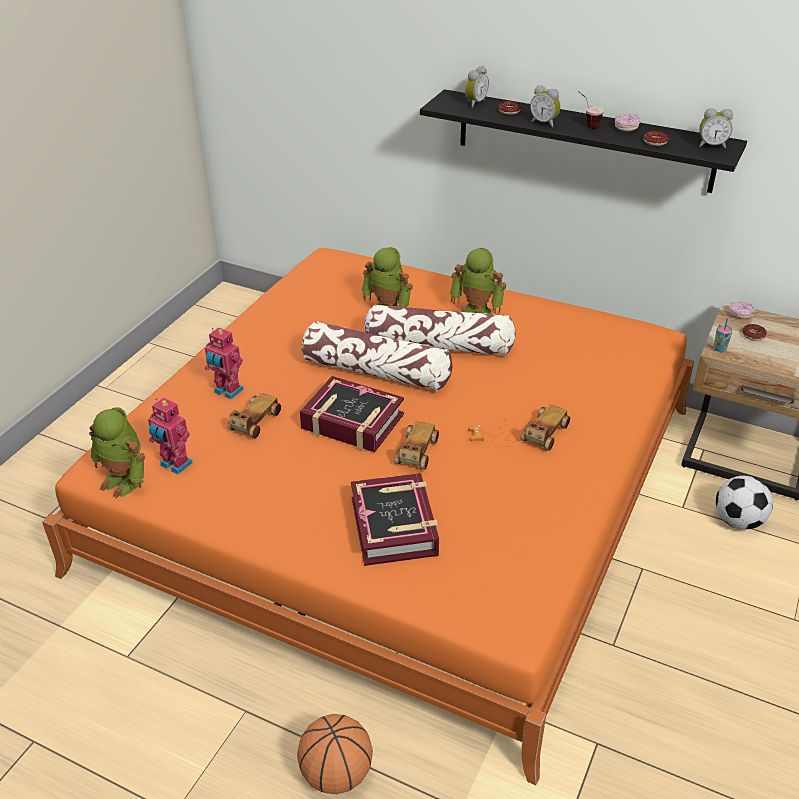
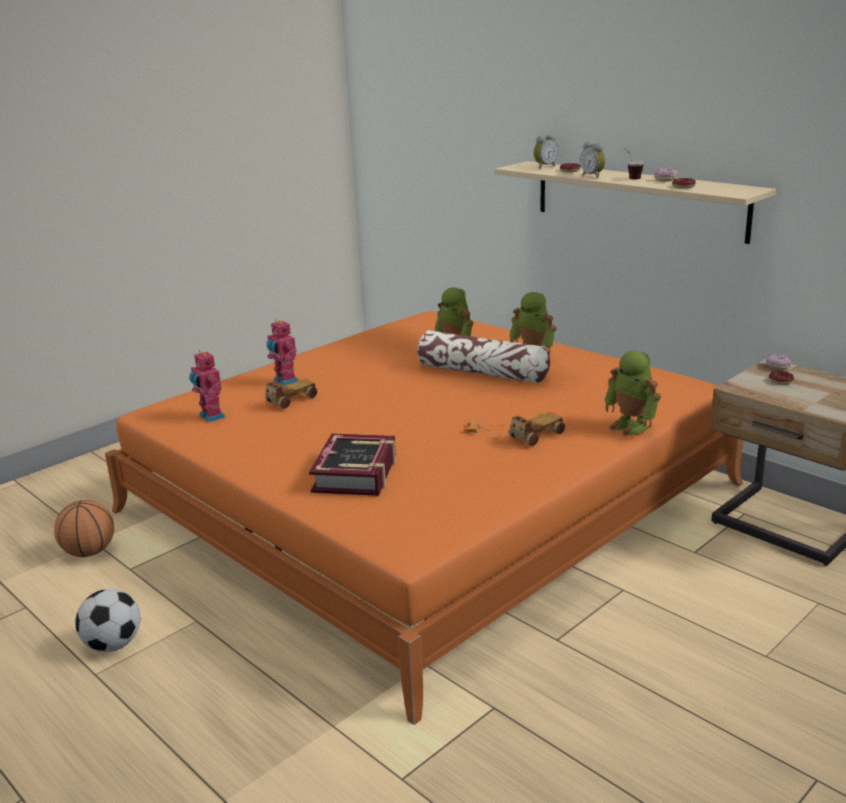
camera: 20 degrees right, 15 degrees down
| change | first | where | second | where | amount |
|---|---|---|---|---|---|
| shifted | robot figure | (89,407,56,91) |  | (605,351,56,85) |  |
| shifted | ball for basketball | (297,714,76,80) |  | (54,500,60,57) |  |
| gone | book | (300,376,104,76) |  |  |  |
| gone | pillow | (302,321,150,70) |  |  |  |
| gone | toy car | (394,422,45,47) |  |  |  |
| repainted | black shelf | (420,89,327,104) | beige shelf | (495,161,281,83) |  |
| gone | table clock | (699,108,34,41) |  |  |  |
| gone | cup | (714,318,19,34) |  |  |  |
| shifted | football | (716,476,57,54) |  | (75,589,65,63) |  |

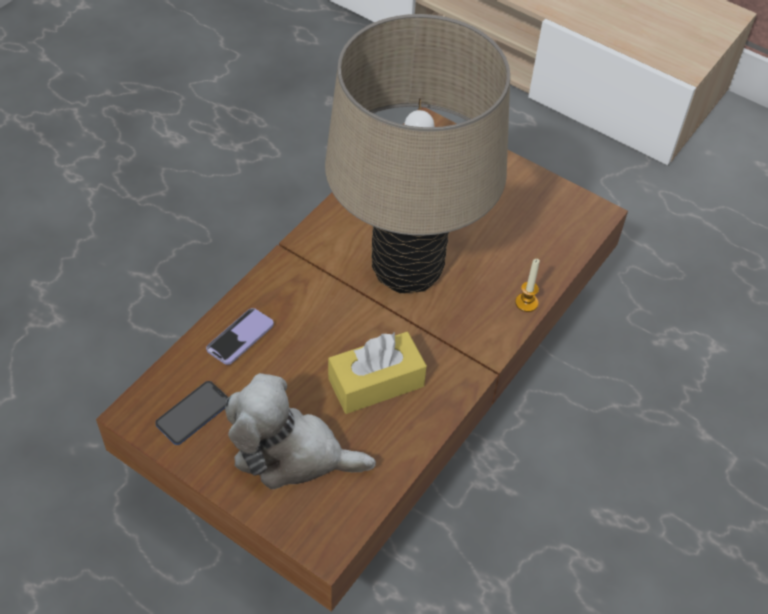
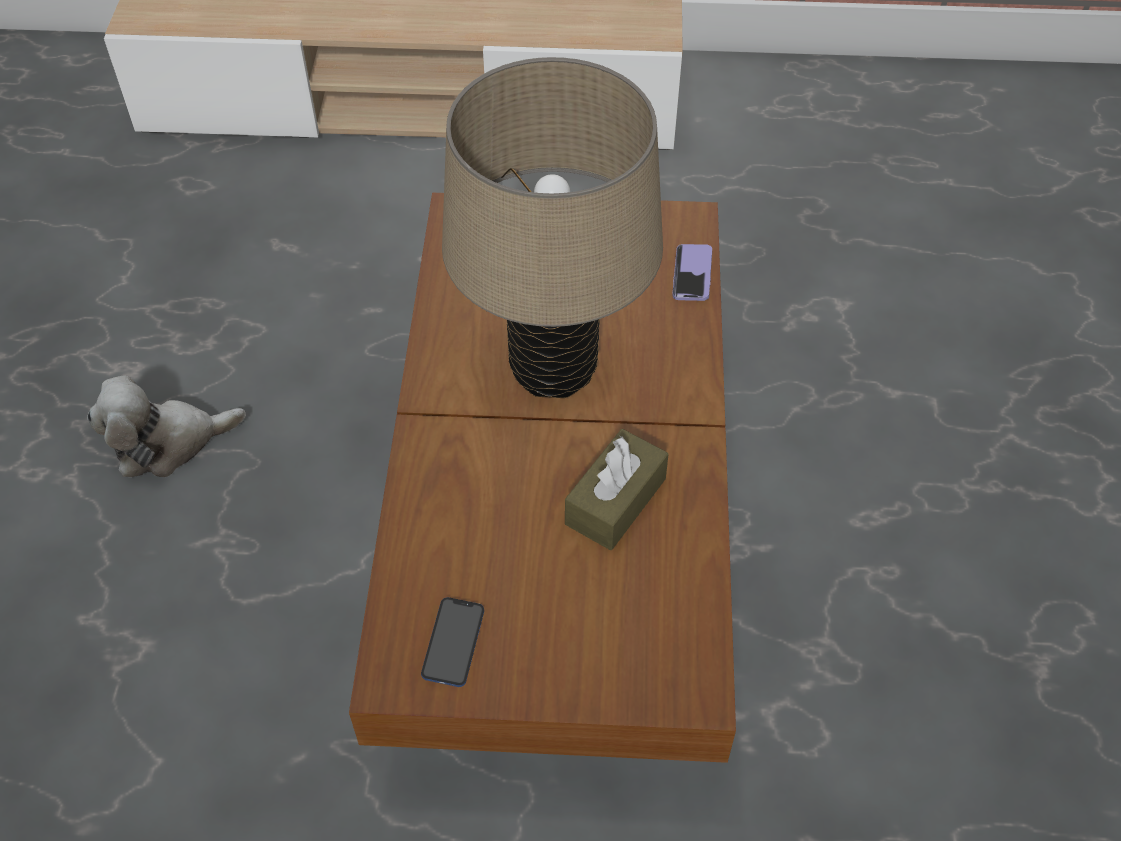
camera: 30 degrees left, 0 degrees up
| change | first | where | second | where | amount |
|---|---|---|---|---|---|
| shifted | telephone | (206,308,68,57) |  | (672,244,40,57) |  |
| shifted | cuddly toy | (225,373,151,116) |  | (87,376,159,101) |  |
| repainted | yellowish tissue box | (328,332,99,82) | brown tissue box | (565,429,104,121) |  |
| gone | wax light | (515,259,25,53) |  |  |  |

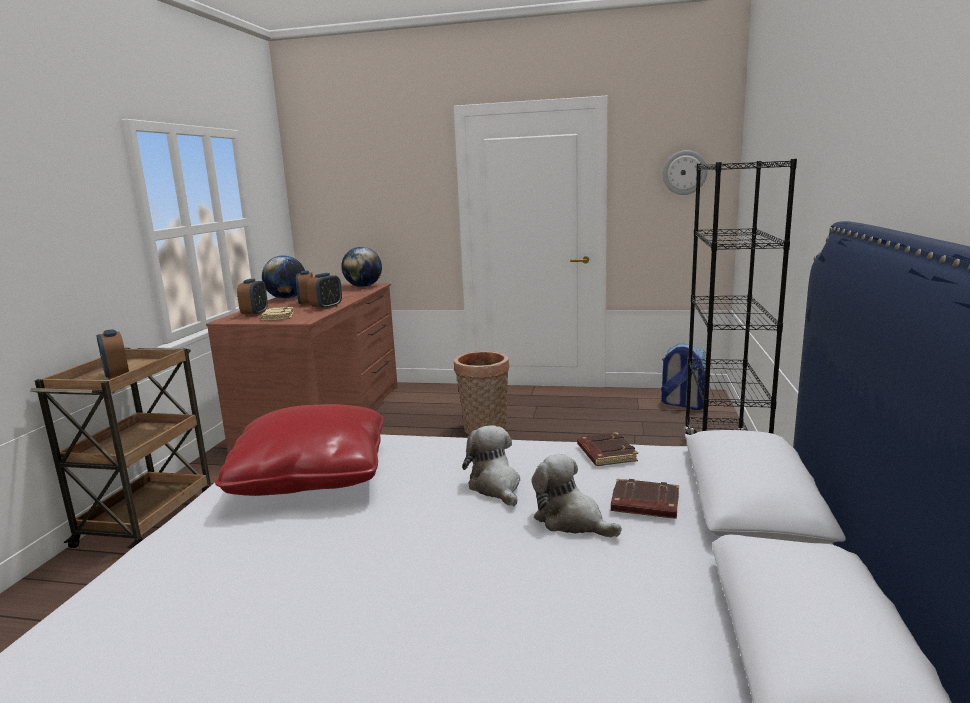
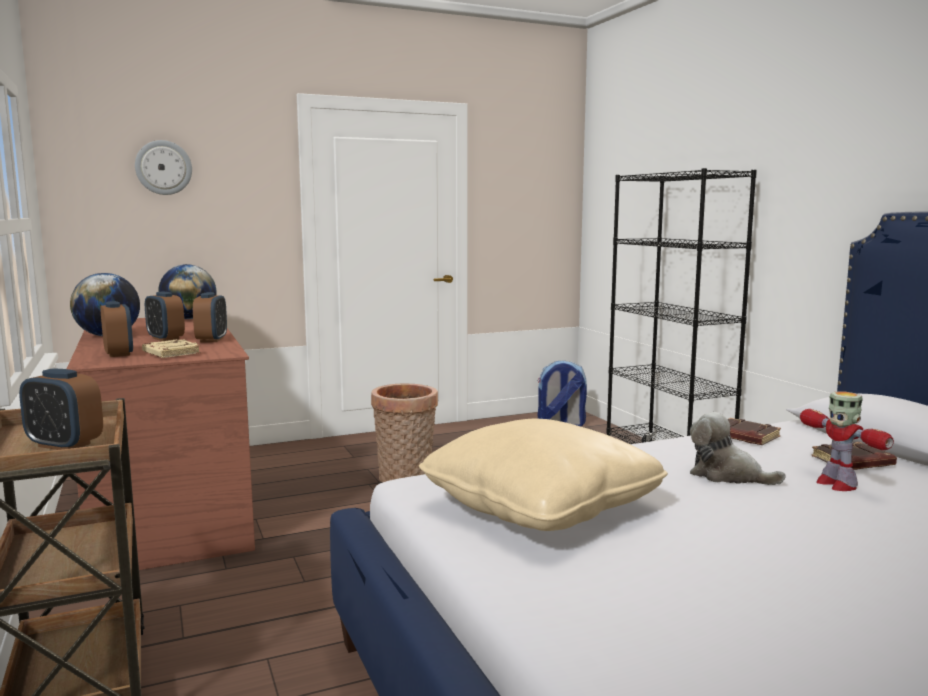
camera: 35 degrees left, 5 degrees down
| change | first | where | second | where | amount |
|---|---|---|---|---|---|
| repainted | red-coloured pillow | (215,404,169,92) | beige pillow | (419,418,249,113) |  |
| swapped | cuddly toy | (531,454,91,83) | robot figure | (800,392,94,99) |  |
| shifted | hanging clock | (663,150,45,45) |  | (135,140,57,55) |  |

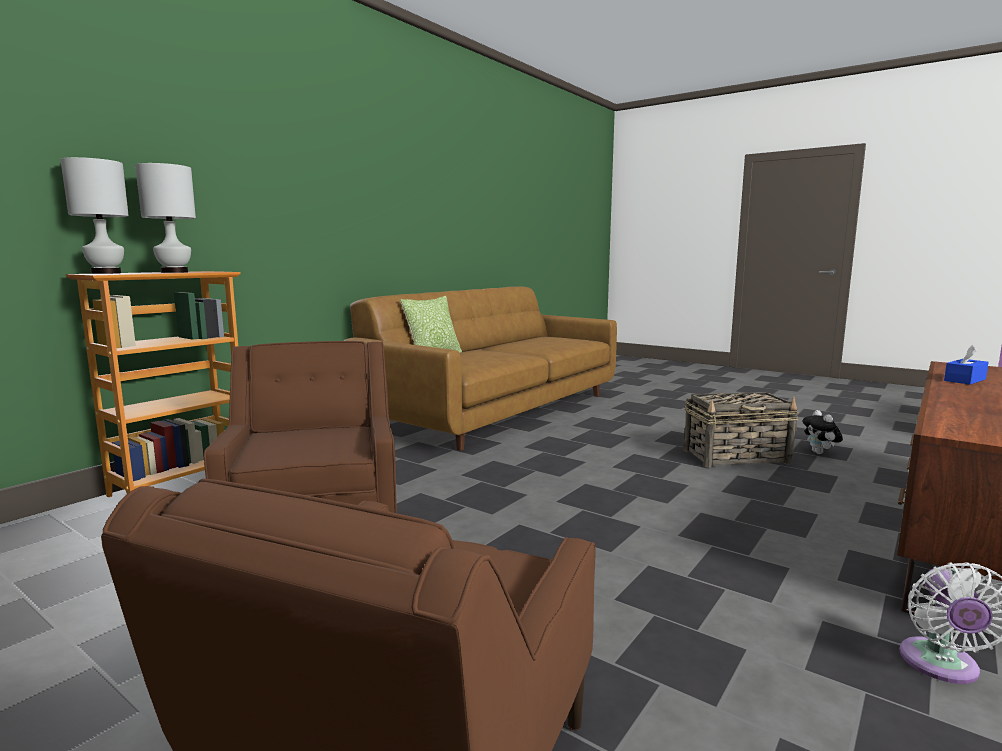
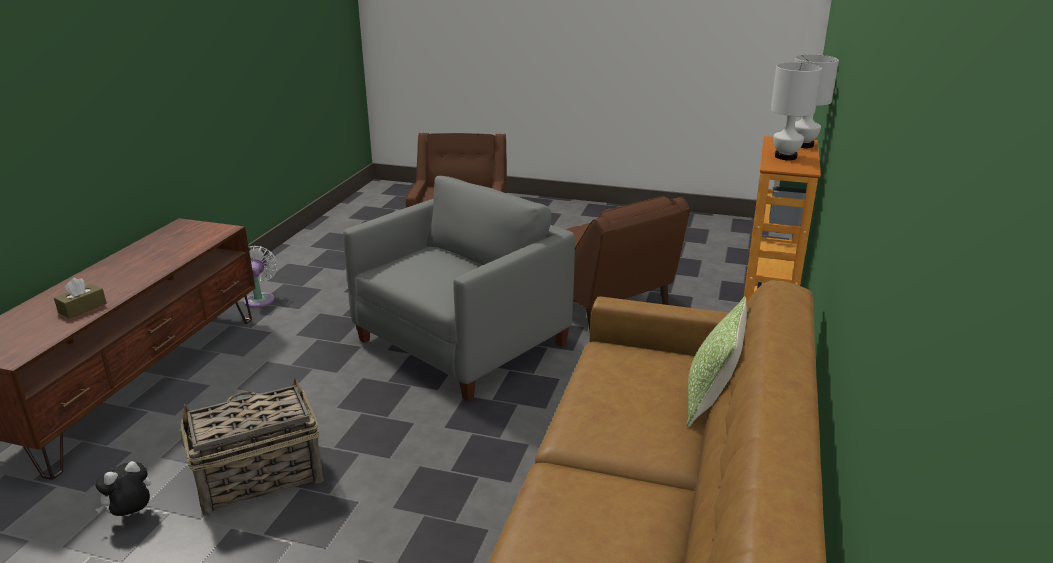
camera: 160 degrees right, 15 degrees up
| change | first | where | second | where | amount |
|---|---|---|---|---|---|
| rotated | cuddly toy | (802,410,41,44) |  | (95,461,56,55) | 105 degrees counterclockwise |
| repainted | blue-coloured tissue box | (944,345,45,39) | brown tissue box | (54,278,52,41) |  |
| new |  |  | grey armchair | (343,176,232,225) |  |

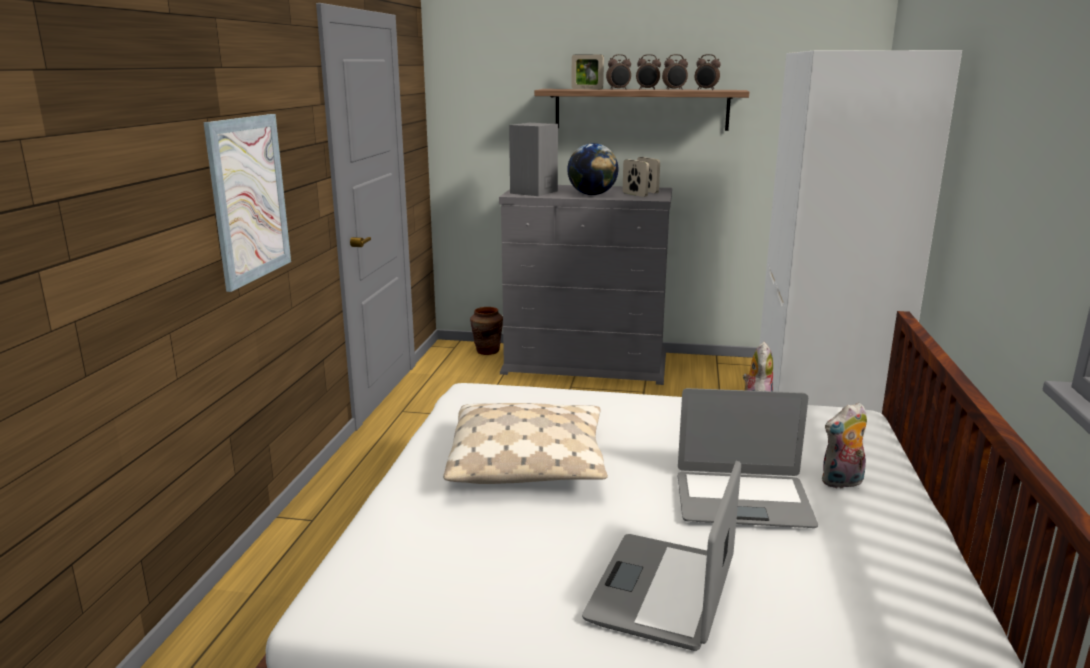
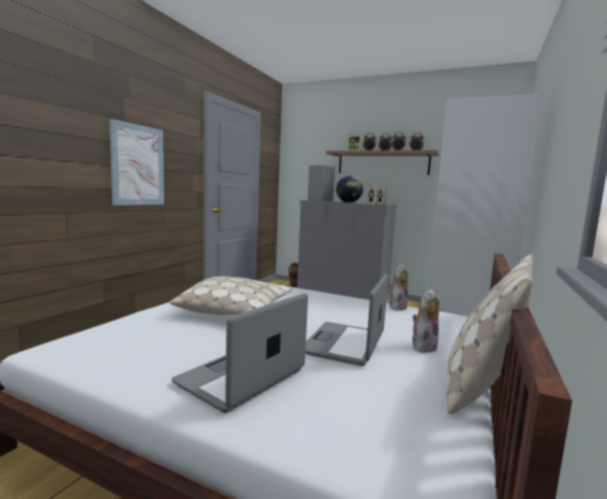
camera: 15 degrees right, 10 degrees down
| change | first | where | second | where | amount |
|---|---|---|---|---|---|
| rotated | notebook computer | (678,388,140,140) |  | (305,274,83,92) | 90 degrees clockwise |
| rotated | cuddly toy | (822,402,45,86) |  | (412,289,28,64) | 135 degrees clockwise |
| new |  |  | beige pillow | (447,254,86,160) |  |

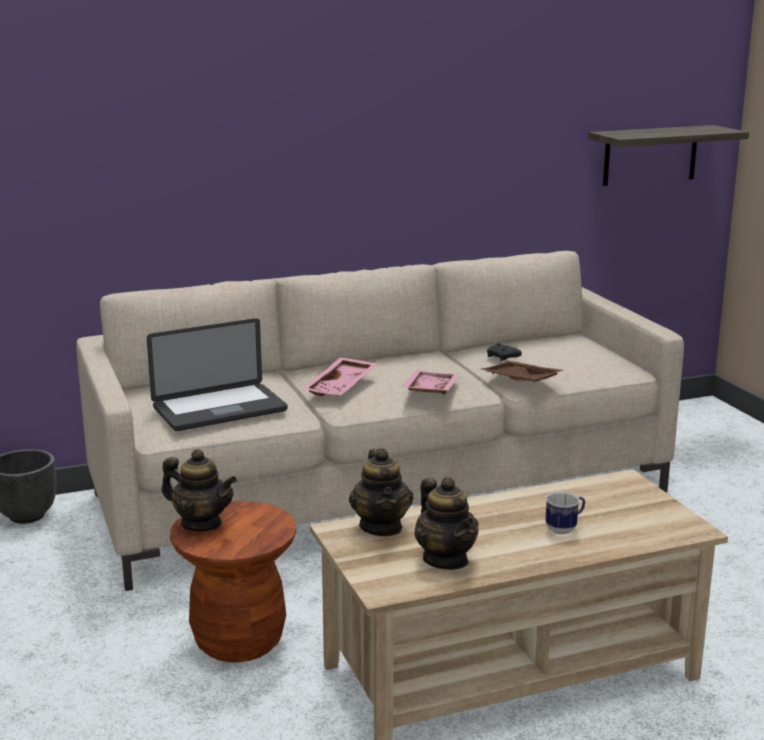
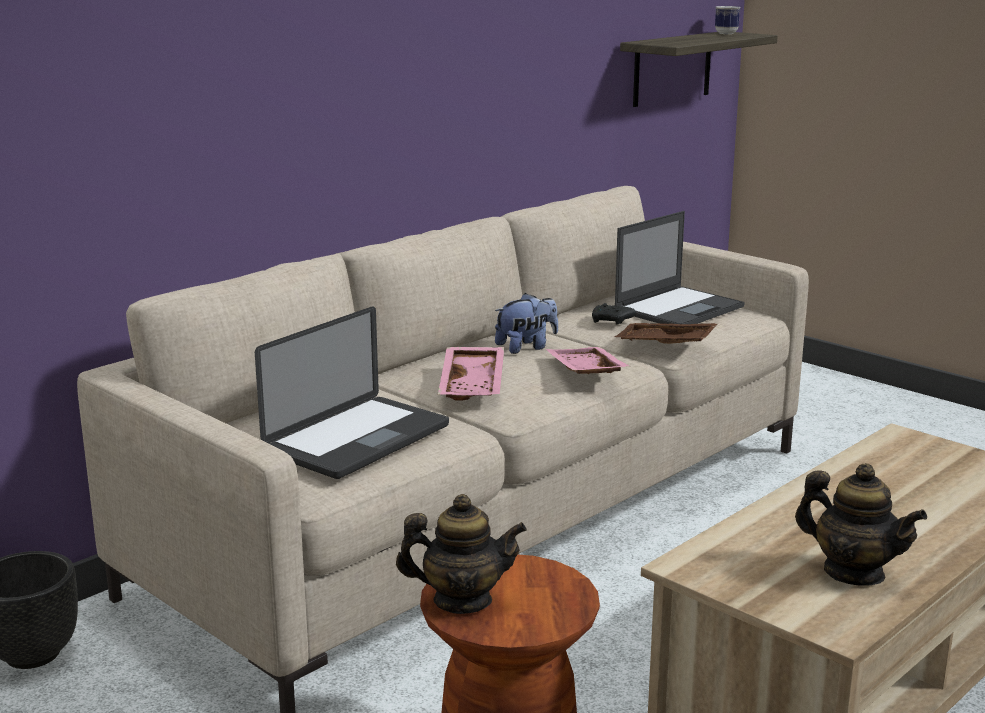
camera: 25 degrees left, 0 degrees up
| change | first | where | second | where | amount |
|---|---|---|---|---|---|
| gone | pot for tea | (349,448,65,88) |  |  |  |
| shifted | mug | (545,491,40,43) |  | (715,6,26,28) |  |
| new |  |  | cuddly toy | (495,293,63,61) |  |
| new |  |  | notebook computer | (615,211,130,113) |  |

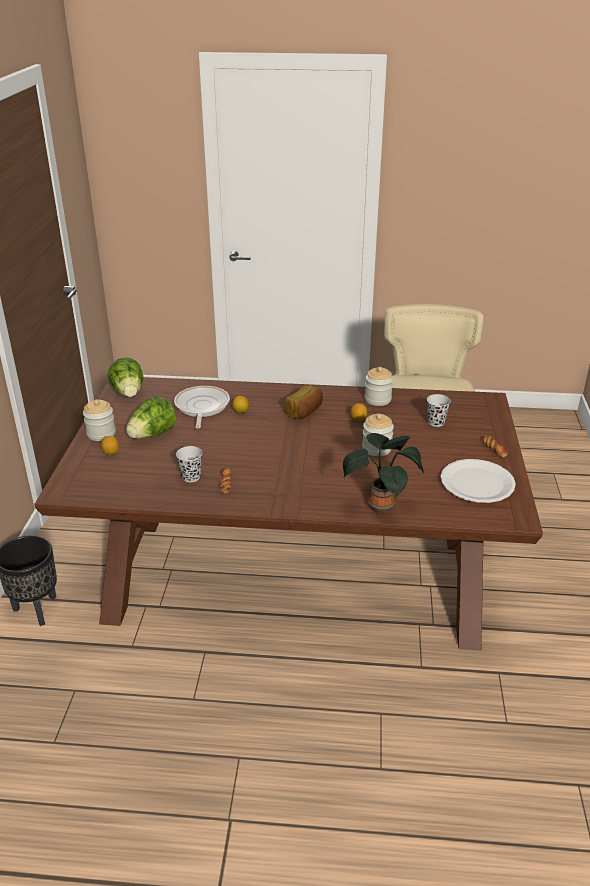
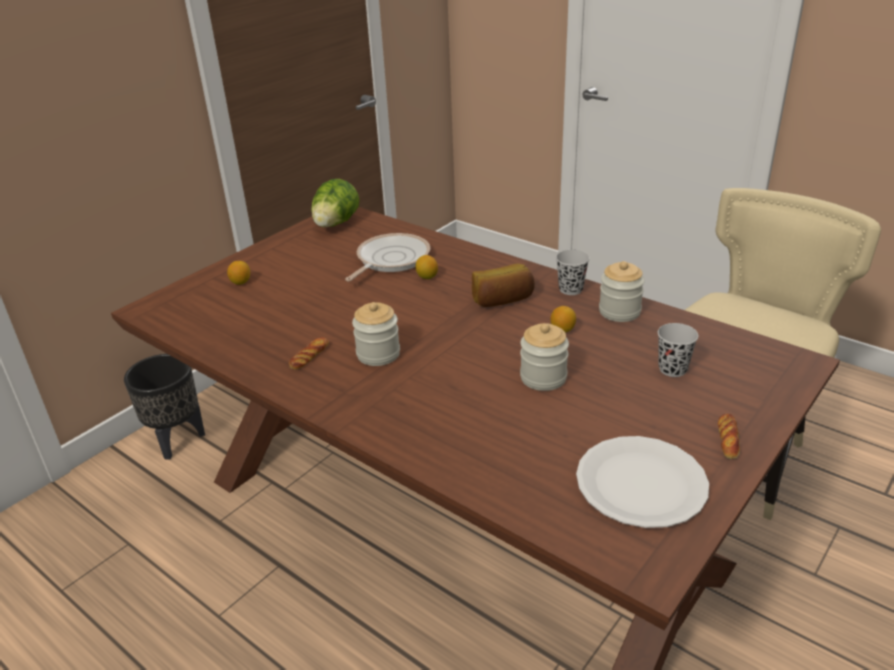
camera: 35 degrees right, 0 degrees up
| change | first | where | second | where | amount |
|---|---|---|---|---|---|
| shifted | preserve jar | (83,399,33,42) |  | (352,302,48,64) |  |
| gone | head of lettuce | (126,396,50,43) |  |  |  |
| shifted | black cup | (176,446,26,36) |  | (556,250,34,45) |  |
| gone | houseplant | (343,433,81,80) |  |  |  |

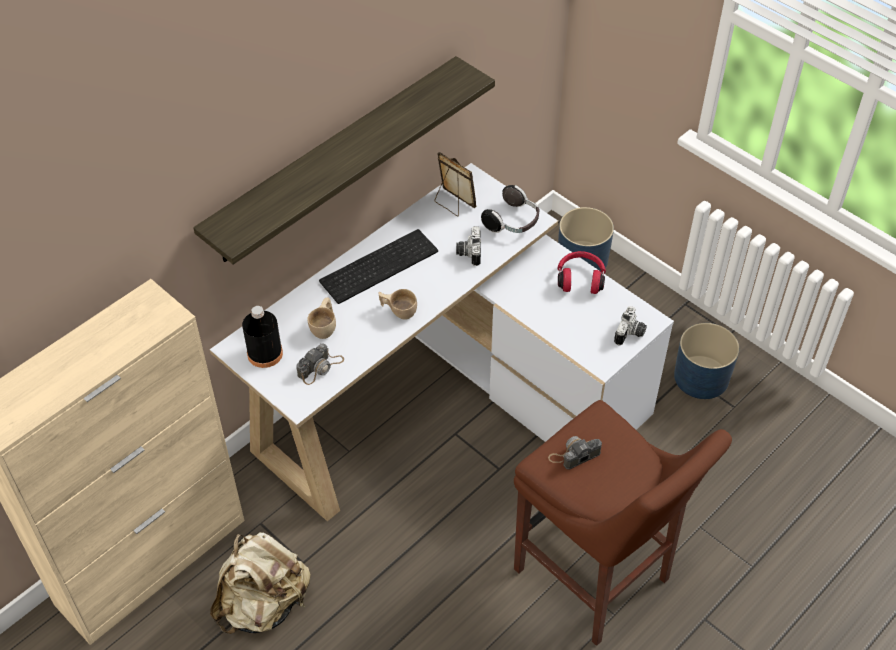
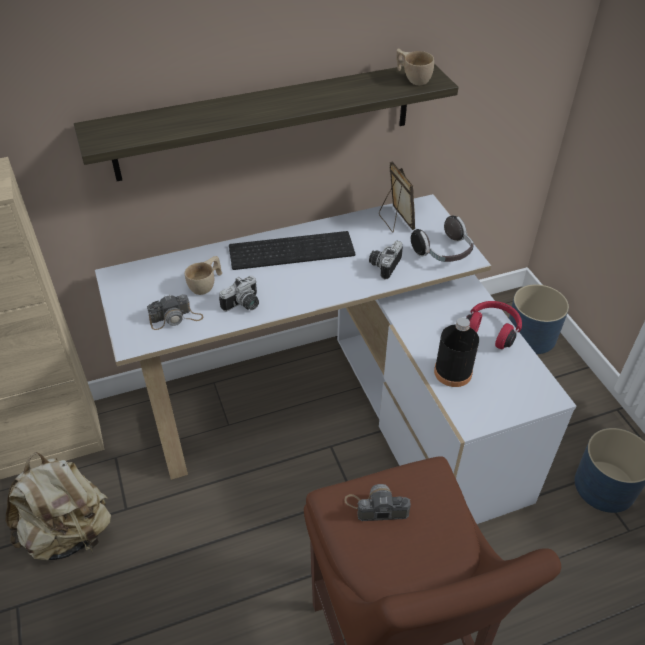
camera: 25 degrees right, 5 degrees down
| change | first | where | second | where | amount |
|---|---|---|---|---|---|
| shifted | black drink bottle | (242,306,41,62) |  | (434,317,45,70) |  |
| shifted | beige cup | (378,289,39,31) |  | (397,48,37,37) |  |
| shifted | photo camera | (614,306,33,40) |  | (219,276,40,35) |  |

